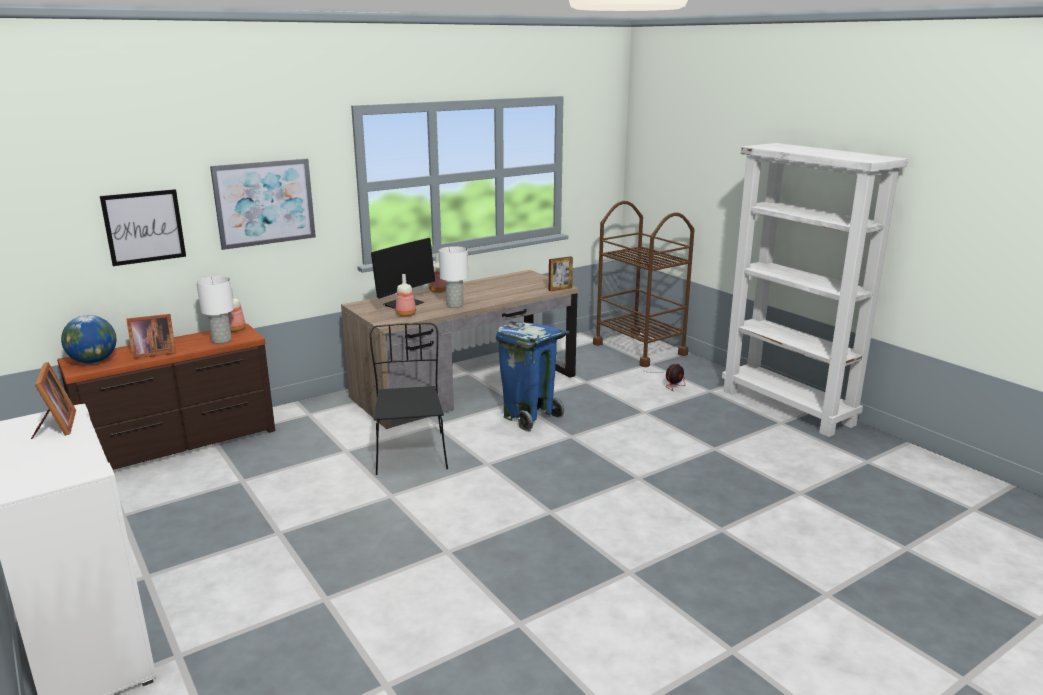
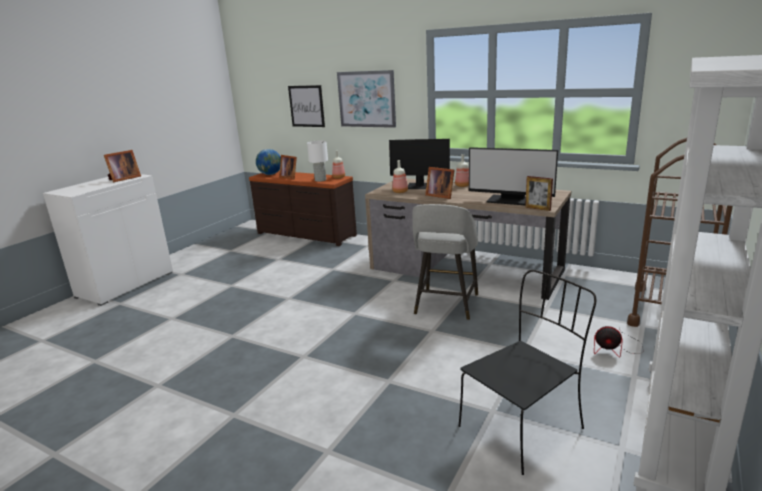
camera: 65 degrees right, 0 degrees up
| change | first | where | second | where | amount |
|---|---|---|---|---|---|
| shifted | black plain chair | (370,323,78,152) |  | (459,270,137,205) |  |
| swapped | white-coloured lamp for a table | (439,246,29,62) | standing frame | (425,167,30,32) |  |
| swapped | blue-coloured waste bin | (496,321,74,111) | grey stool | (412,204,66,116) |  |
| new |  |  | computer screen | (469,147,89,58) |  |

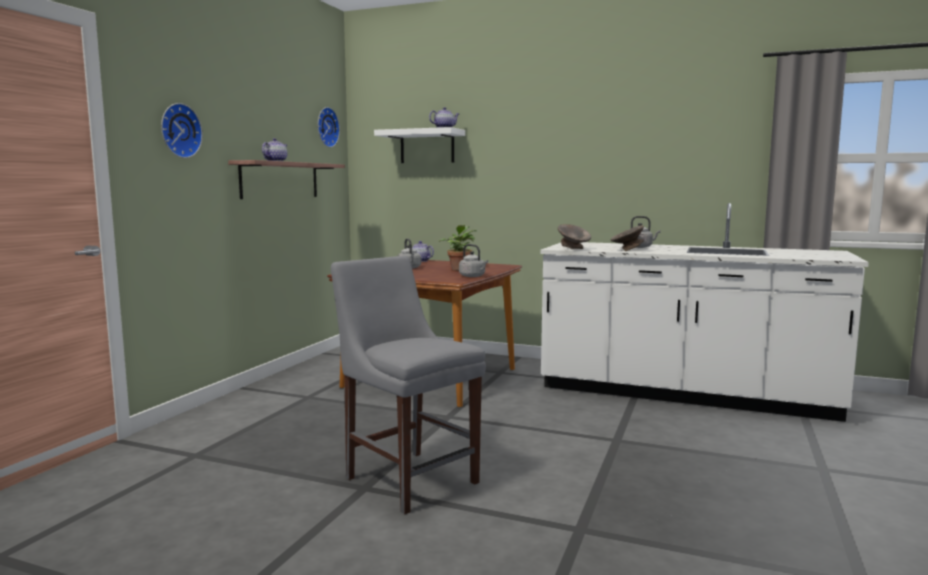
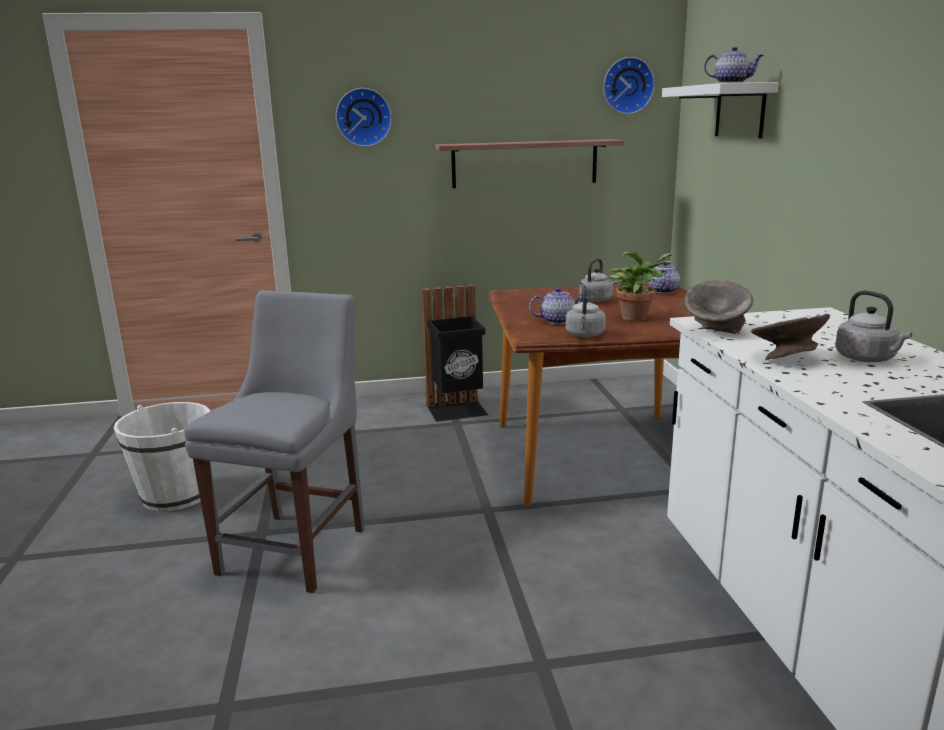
camera: 60 degrees right, 10 degrees up
| change | first | where | second | where | amount |
|---|---|---|---|---|---|
| shifted | pot for tea | (262,138,25,23) |  | (529,287,53,37) |  |
| new |  |  | white-coloured water bucket | (113,402,97,110) |  |
| new |  |  | black waste bin | (421,284,67,138) |  |

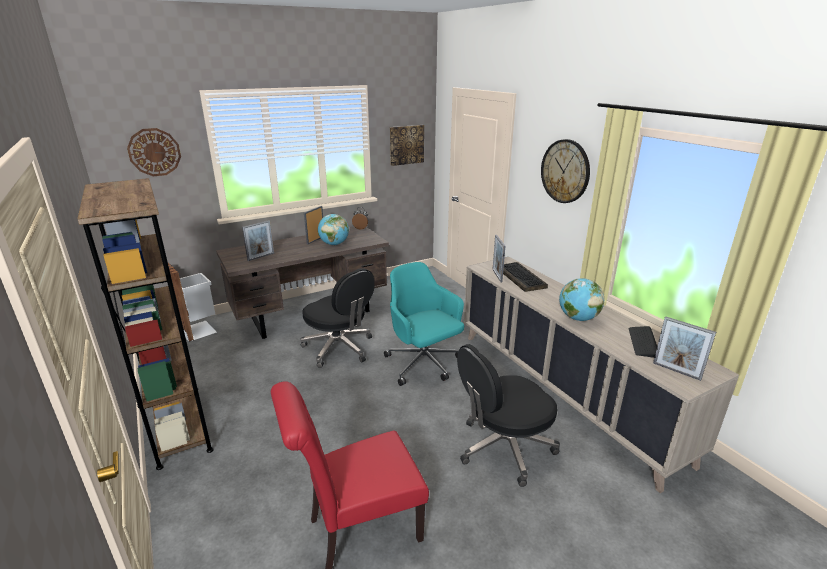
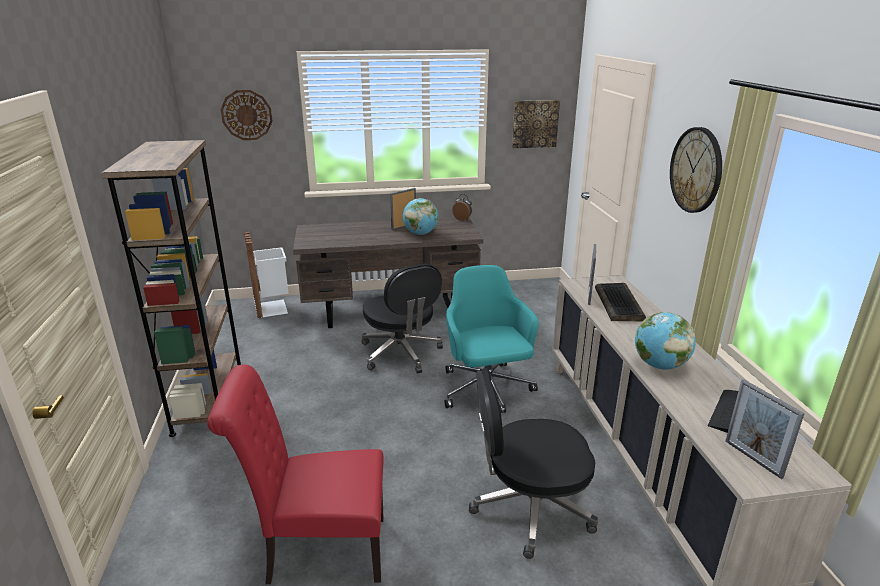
camera: 20 degrees right, 0 degrees up
| change | first | where | second | where | amount |
|---|---|---|---|---|---|
| gone | standing frame | (242,220,32,41) |  |  |  |

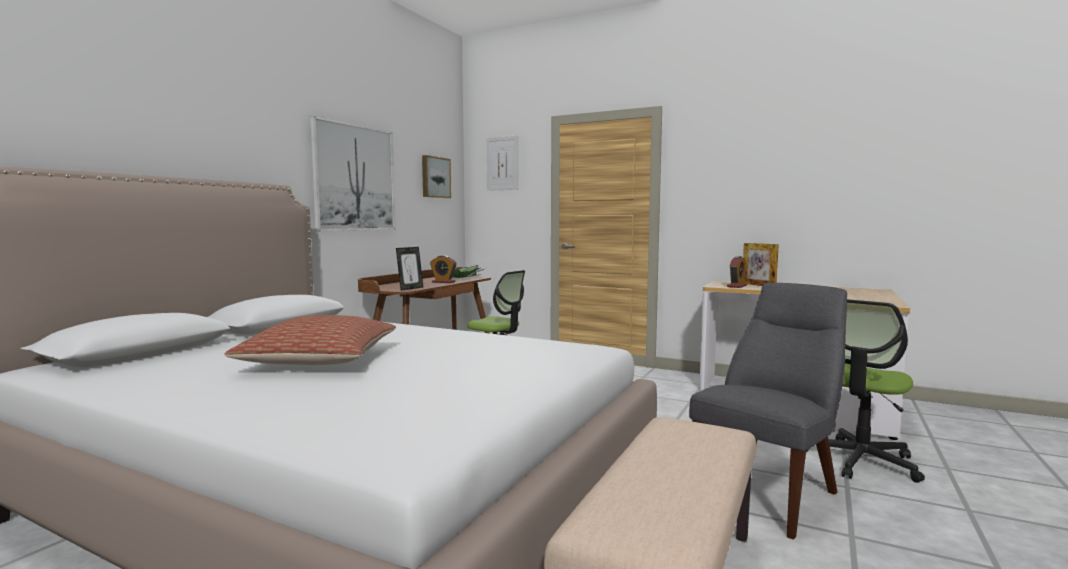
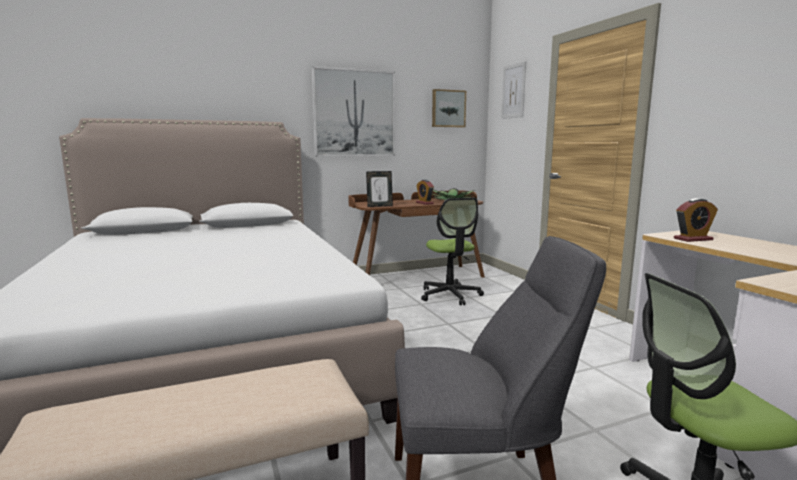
camera: 40 degrees right, 5 degrees up
| change | first | where | second | where | amount |
|---|---|---|---|---|---|
| gone | pillow | (225,315,171,50) |  |  |  |
| gone | standing frame | (743,243,36,43) |  |  |  |

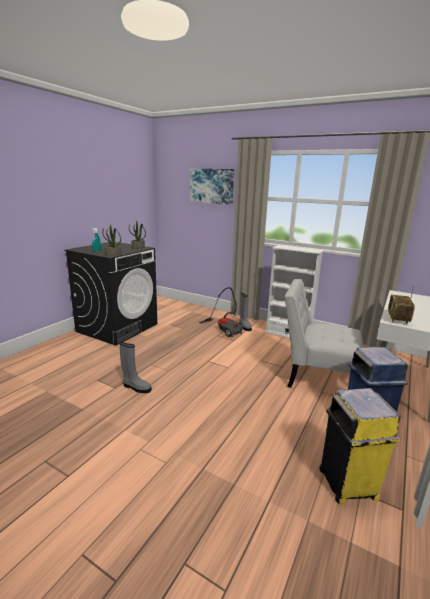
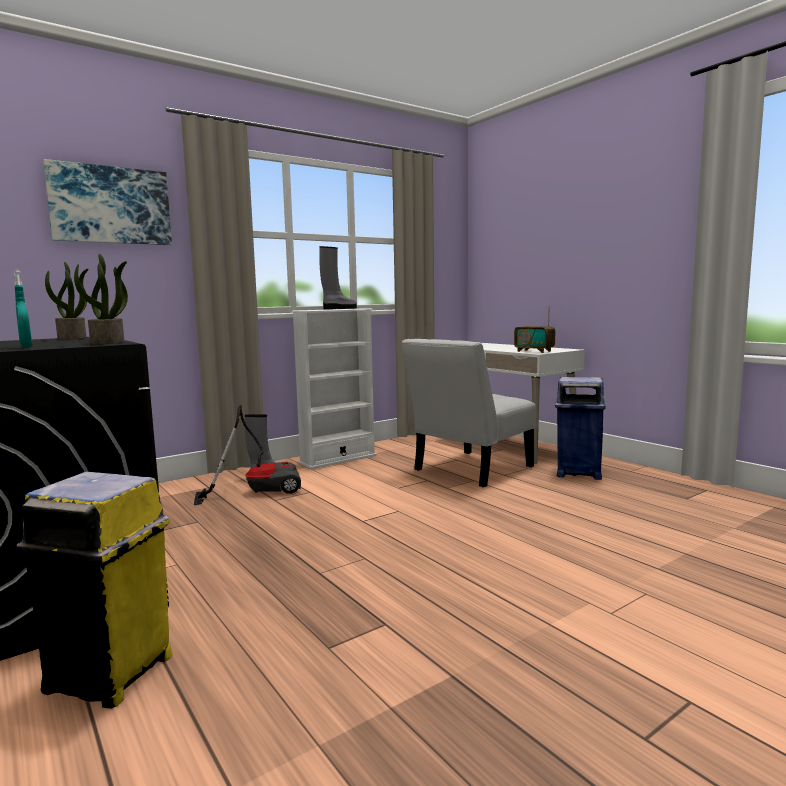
camera: 65 degrees left, 10 degrees down
| change | first | where | second | where | amount |
|---|---|---|---|---|---|
| shifted | grey boot | (120,342,31,51) |  | (319,246,38,64) |  |
| shifted | yellowish waste bin | (319,388,82,116) |  | (16,471,157,238) |  |

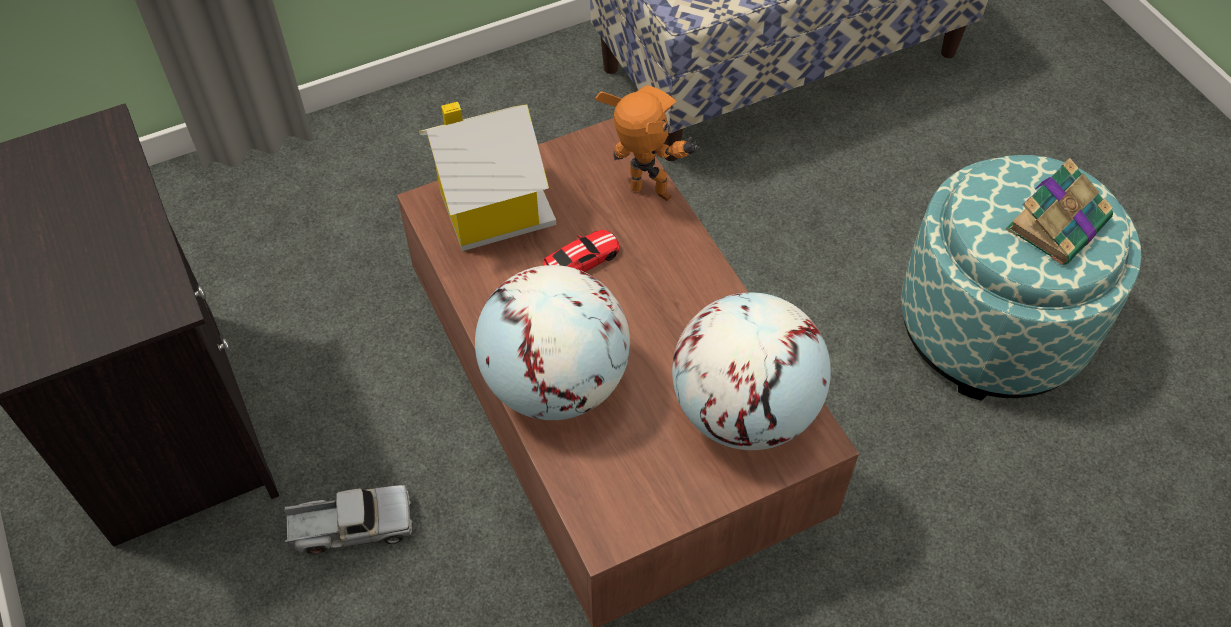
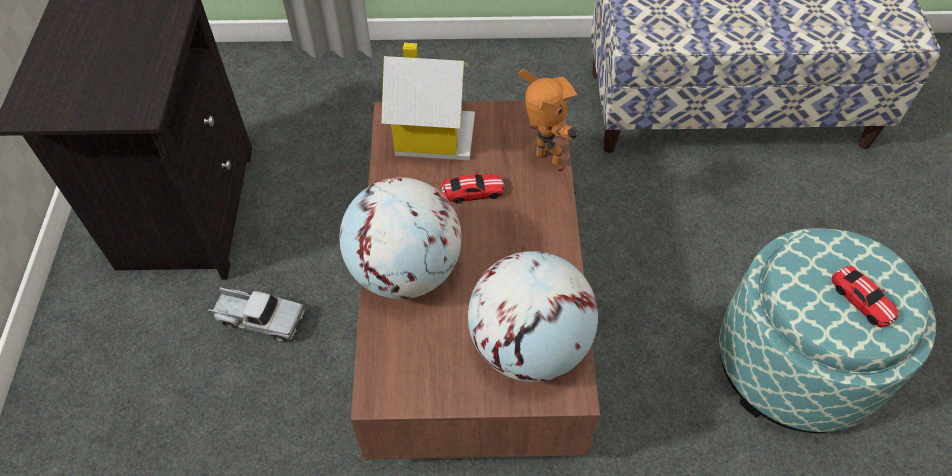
camera: 25 degrees right, 0 degrees up
| change | first | where | second | where | amount |
|---|---|---|---|---|---|
| swapped | book | (1006,158,107,107) | toy car | (832,265,66,62) |  |

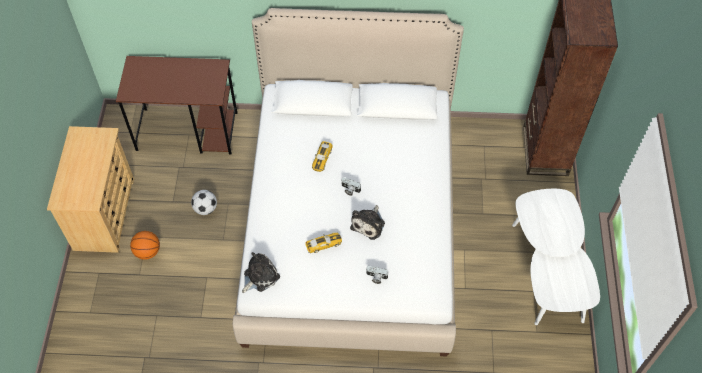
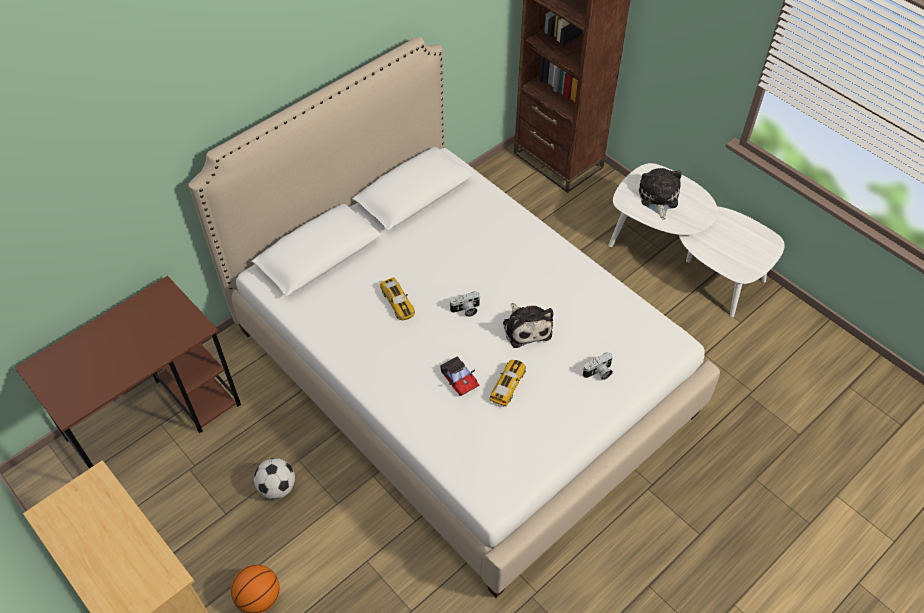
camera: 45 degrees left, 5 degrees down
| change | first | where | second | where | amount |
|---|---|---|---|---|---|
| shifted | cuddly toy | (242,252,38,41) |  | (639,168,43,52) |  |
| new |  |  | toy car | (440,356,39,40) |  |

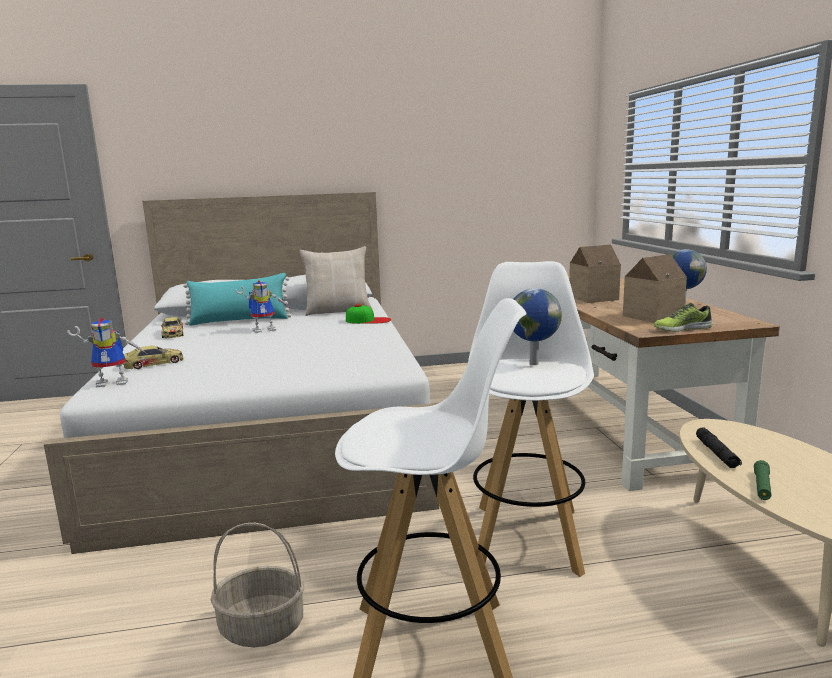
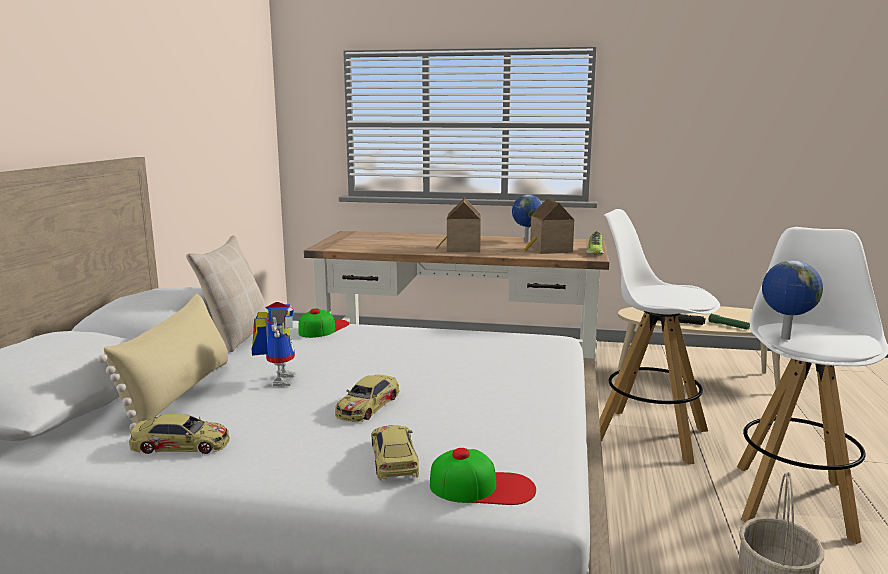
camera: 70 degrees left, 0 degrees up
| change | first | where | second | where | amount |
|---|---|---|---|---|---|
| swapped | robot figure | (67,318,79,69) | cap | (430,448,106,57) |  |
| repainted | turquoise pillow | (183,273,108,53) | beige pillow | (98,294,130,137) |  |
| shifted | desk globe | (514,288,48,77) |  | (762,261,61,79) |  |
| new |  |  | toy car | (335,375,64,47) |  |

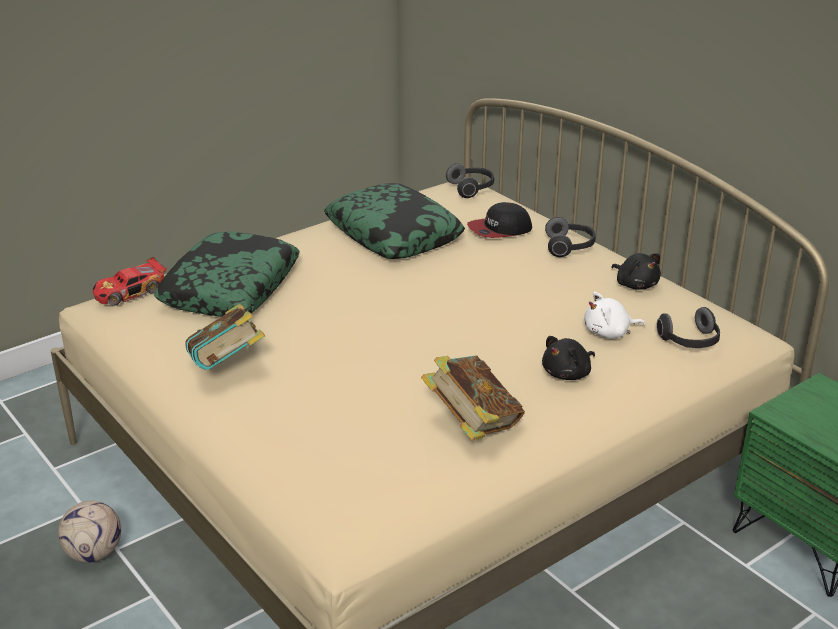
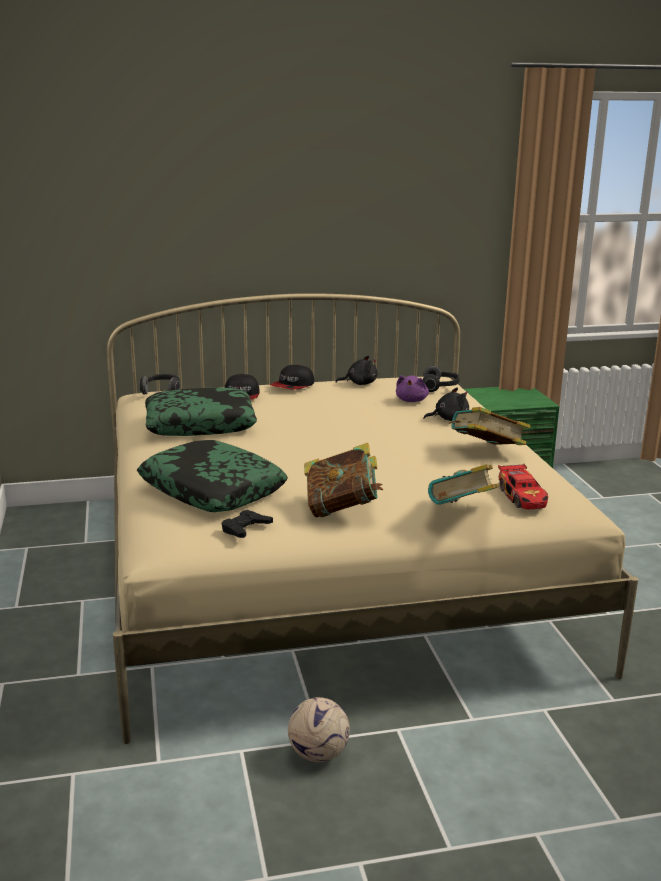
camera: 65 degrees left, 10 degrees down
| change | first | where | second | where | amount |
|---|---|---|---|---|---|
| shifted | toy car | (93,257,74,49) |  | (498,464,50,45) |  |
| rotated | black cuddly toy | (542,336,53,44) |  | (423,387,46,34) | 90 degrees counterclockwise |
| swapped | headphones | (545,217,51,40) | cap | (270,365,44,25) |  |
| repainted | white-coloured cuddly toy | (584,292,61,47) | purplish cuddly toy | (396,375,33,27) |  |
| new |  |  | black game controller | (222,510,51,28) |  |
| new |  |  | book | (428,464,71,41) |  |

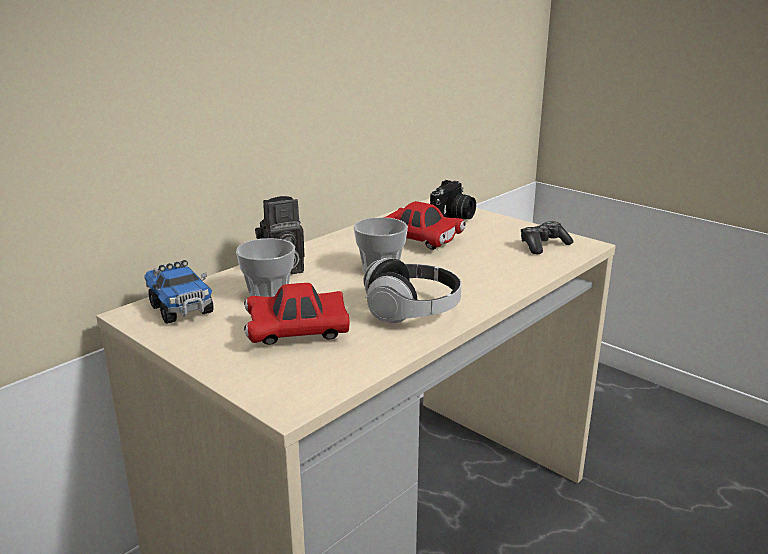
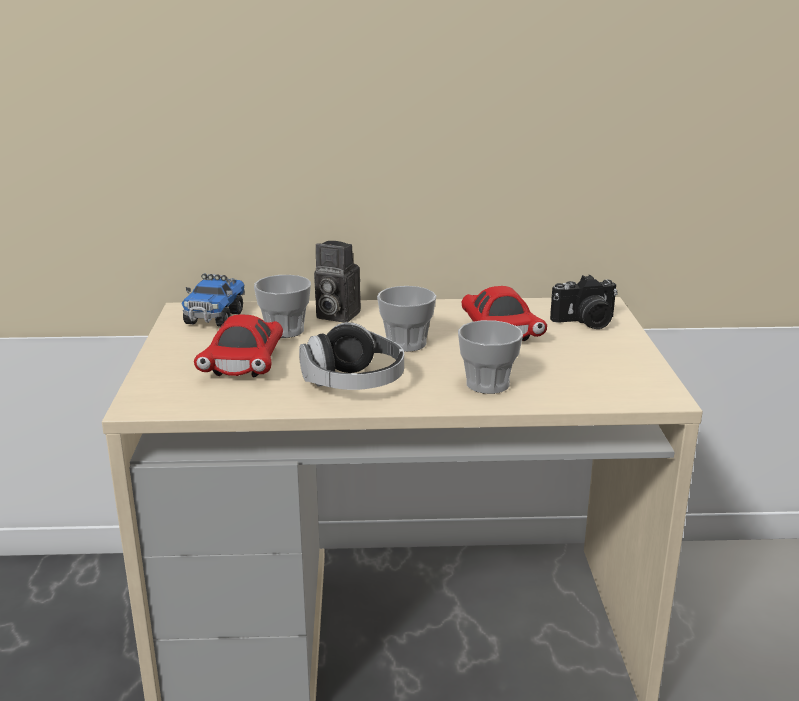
camera: 45 degrees right, 0 degrees up
| change | first | where | second | where | amount |
|---|---|---|---|---|---|
| rotated | red-coloured toy car | (244,283,105,62) |  | (194,315,89,62) | 120 degrees counterclockwise |
| gone | game controller | (521,221,53,34) |  |  |  |
| new |  |  | cup | (458,320,65,74) |  |

